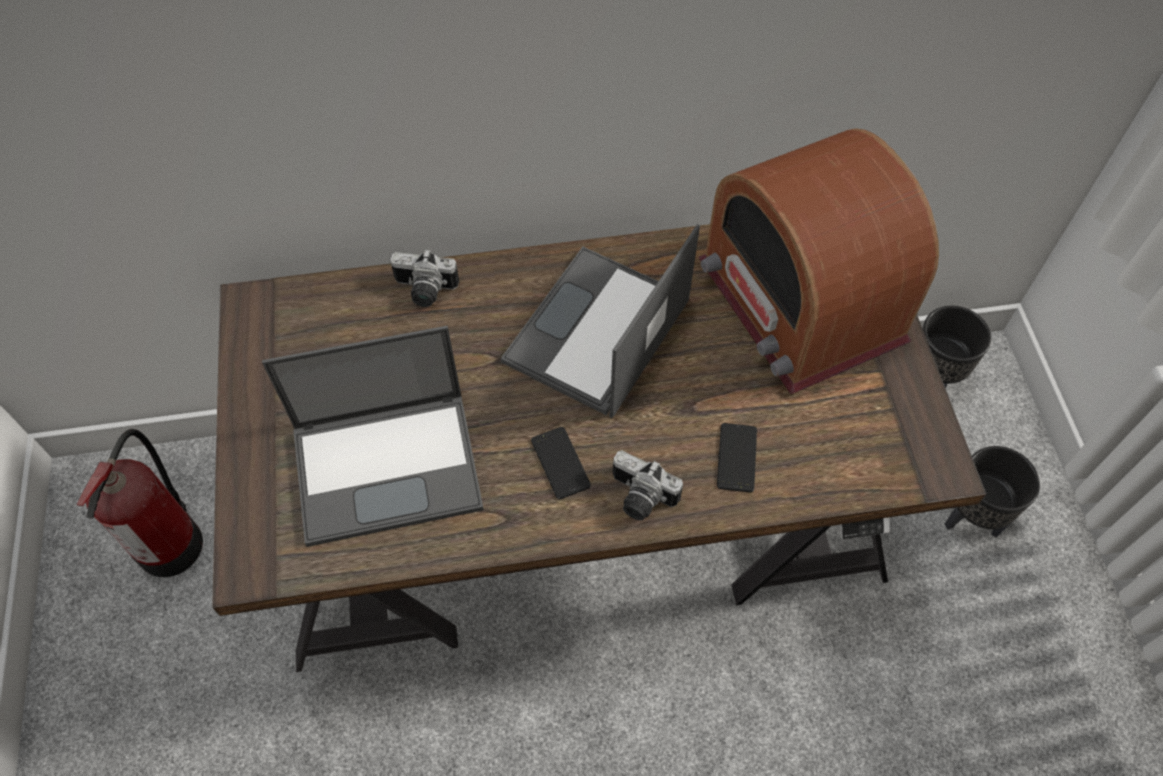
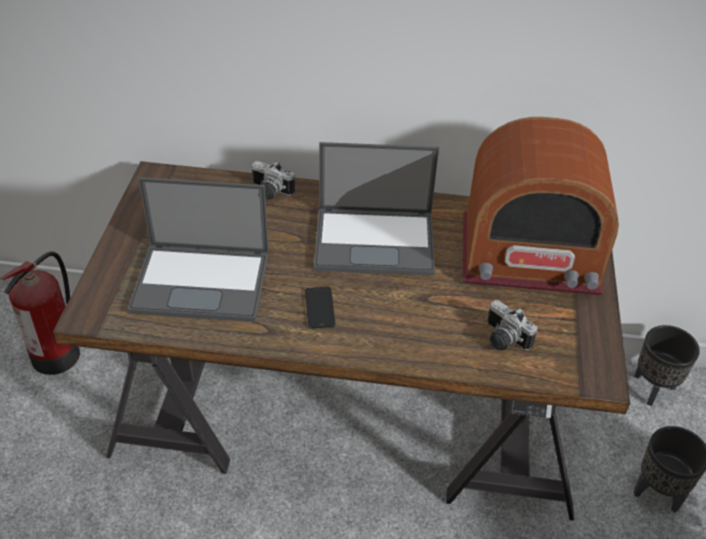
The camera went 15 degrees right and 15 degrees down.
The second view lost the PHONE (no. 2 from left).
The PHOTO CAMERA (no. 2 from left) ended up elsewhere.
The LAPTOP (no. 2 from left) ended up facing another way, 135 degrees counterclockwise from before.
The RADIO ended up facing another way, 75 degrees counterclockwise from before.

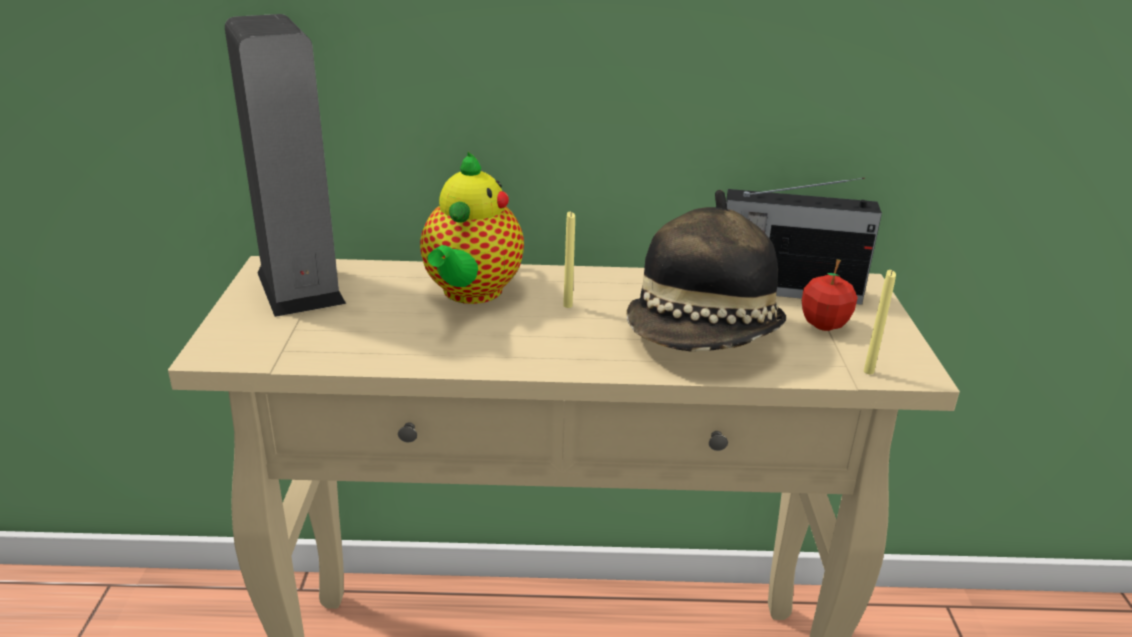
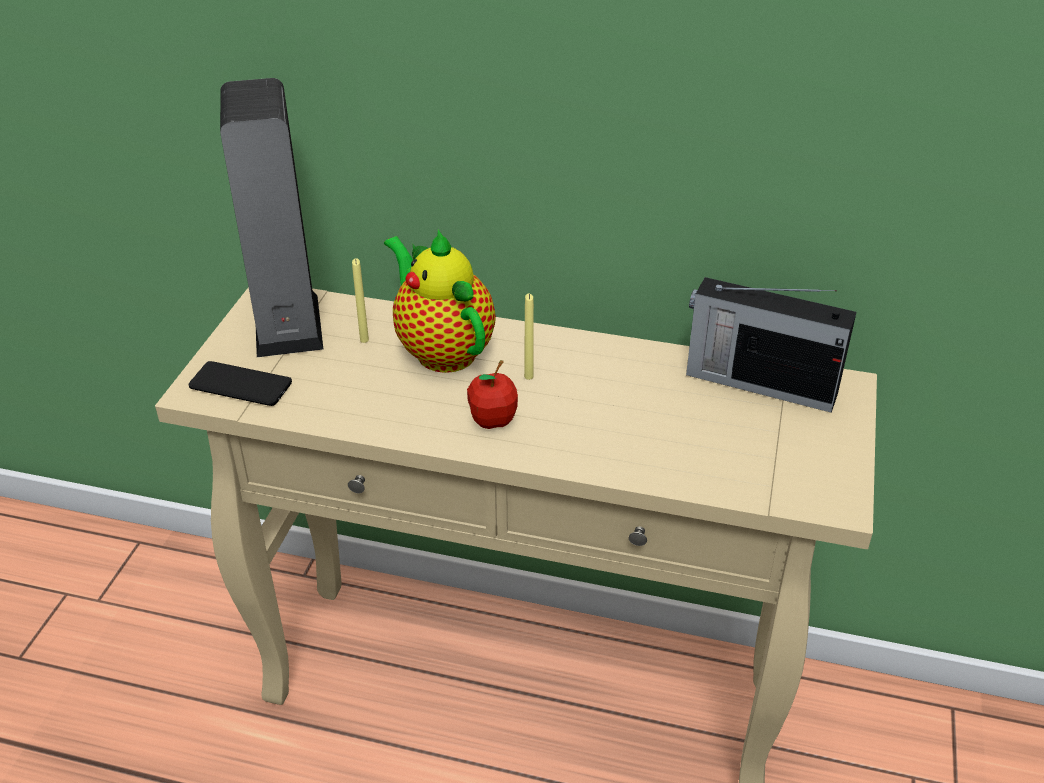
The camera went 15 degrees right and 10 degrees up.
The second view lost the HAT.
The second view gained the PHONE.
The APPLE ended up elsewhere.
The YELLOW CANDLE (no. 2 from left in the first image) ended up elsewhere.
The TEAPOT ended up facing another way, 120 degrees clockwise from before.

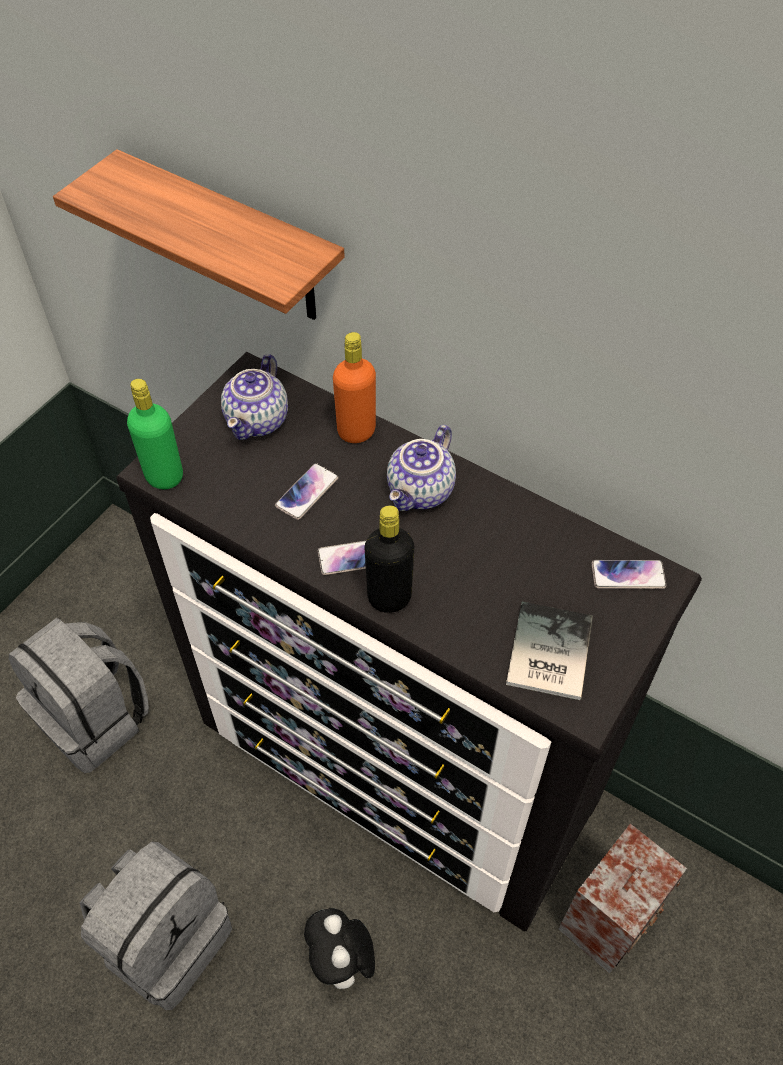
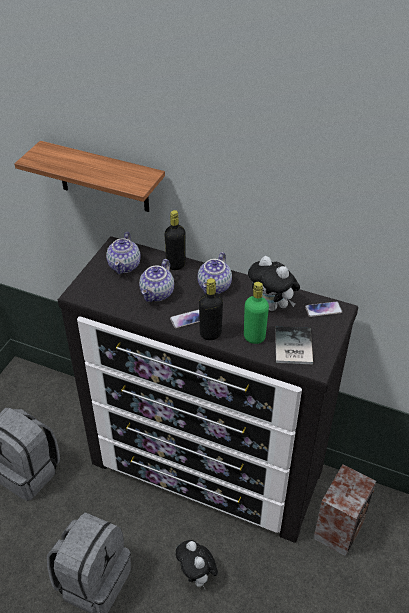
The camera went 10 degrees left and 10 degrees down.
The second view gained the PLUSH TOY (no. 2 from left).
The GREEN BOTTLE ended up elsewhere.
Where the PHONE (no. 1 from left) stood, the TEAPOT (no. 2 from left) came to stand.
What was the ORANGE BOTTLE turned into the BLACK BOTTLE (no. 1 from left).

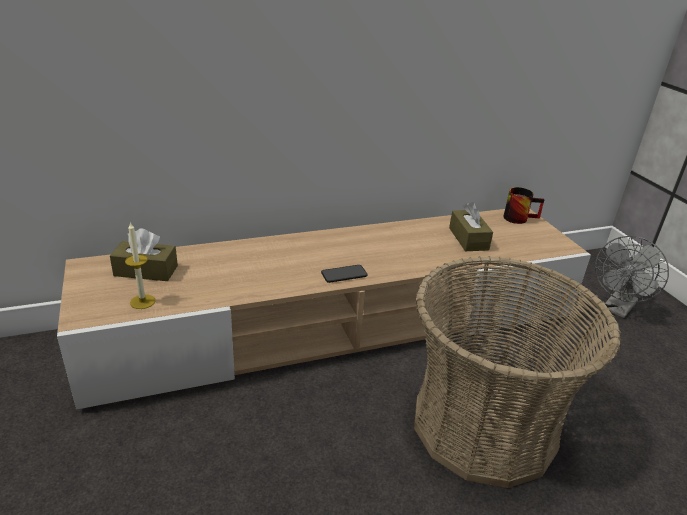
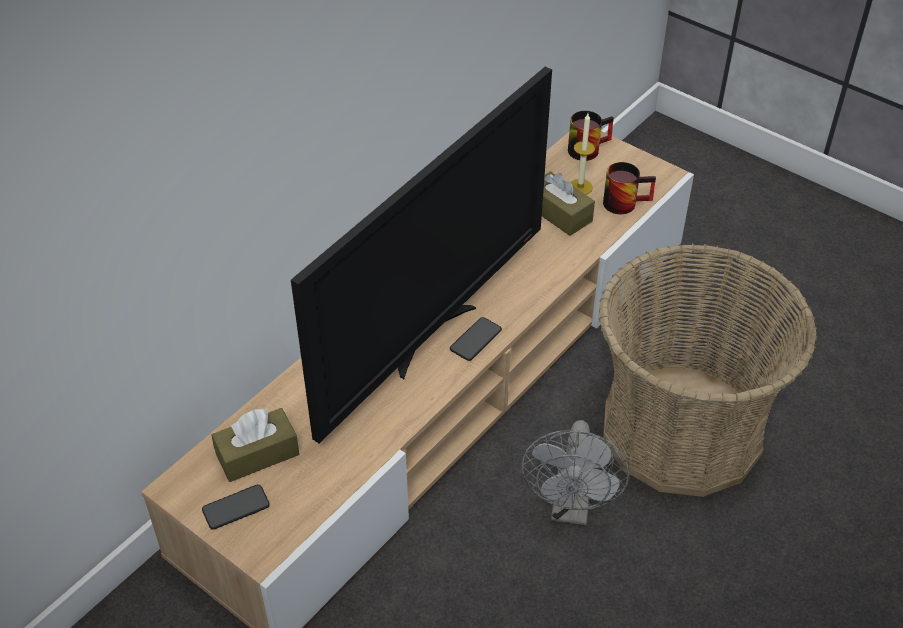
The camera went 30 degrees left and 15 degrees up.
The second view gained the PHONE (no. 1 from left).
The second view gained the TELEVISION.
The second view gained the MUG (no. 2 from left).
The CANDLE ended up elsewhere.
The GREY FAN ended up elsewhere.

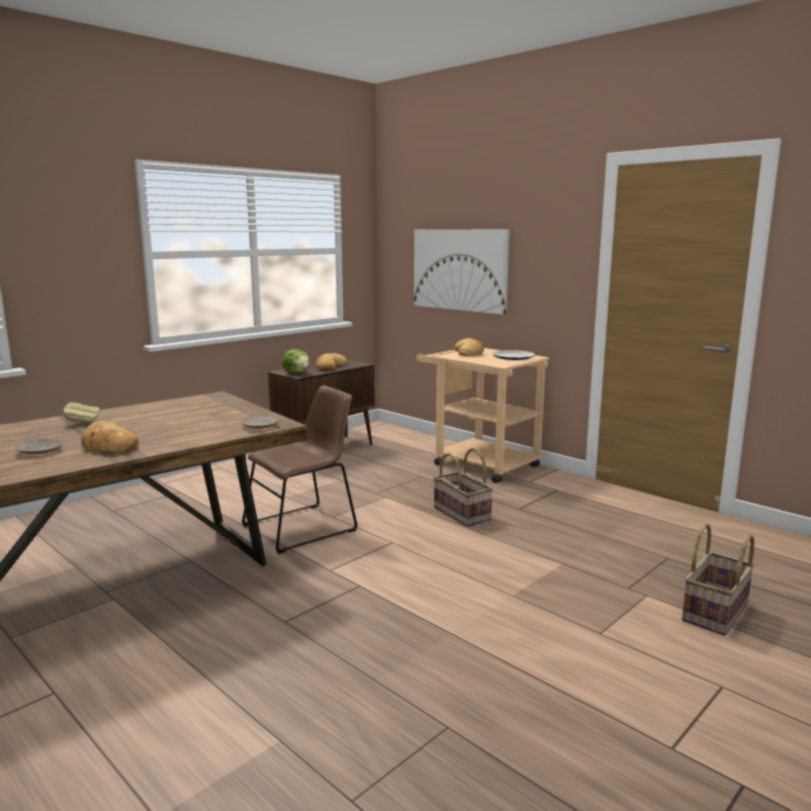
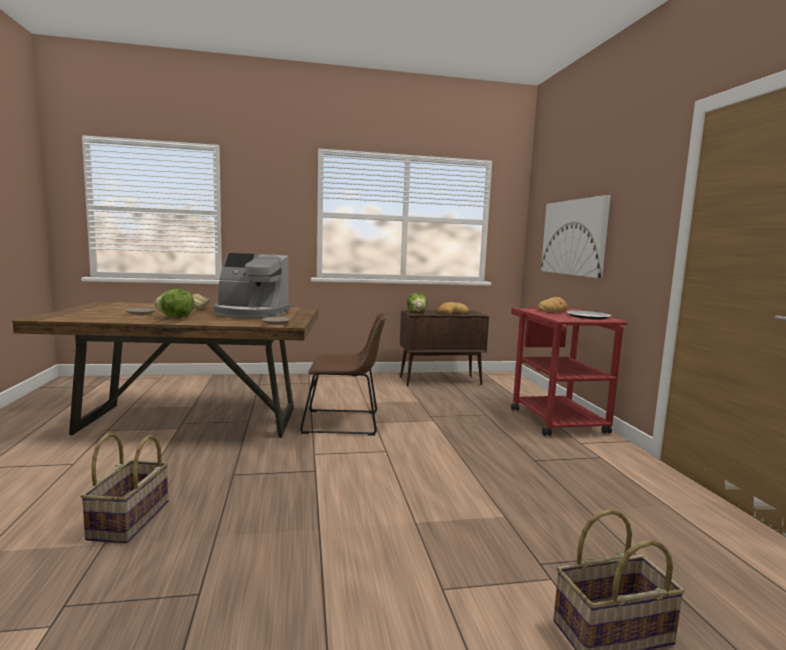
The camera went 35 degrees right and 5 degrees down.
The second view gained the COFFEE MACHINE.
The BASKET (no. 1 from left) ended up elsewhere.
Where the BREAD (no. 2 from left) stood, the LETTUCE (no. 1 from left) came to stand.
What was the BEIGE CART turned into the RED CART.

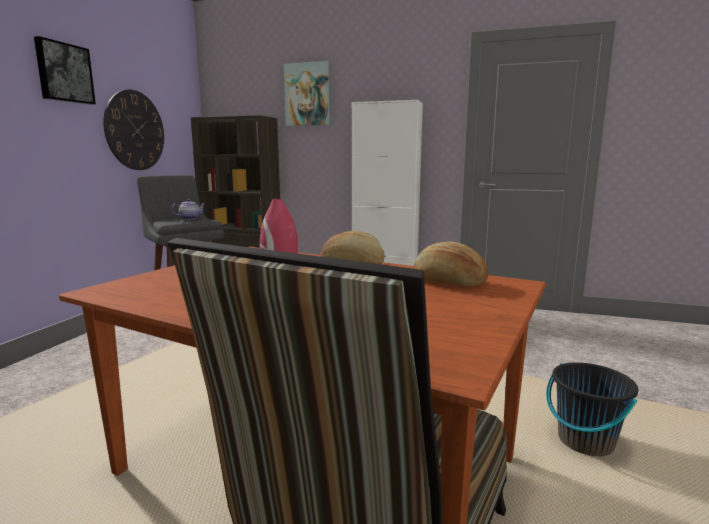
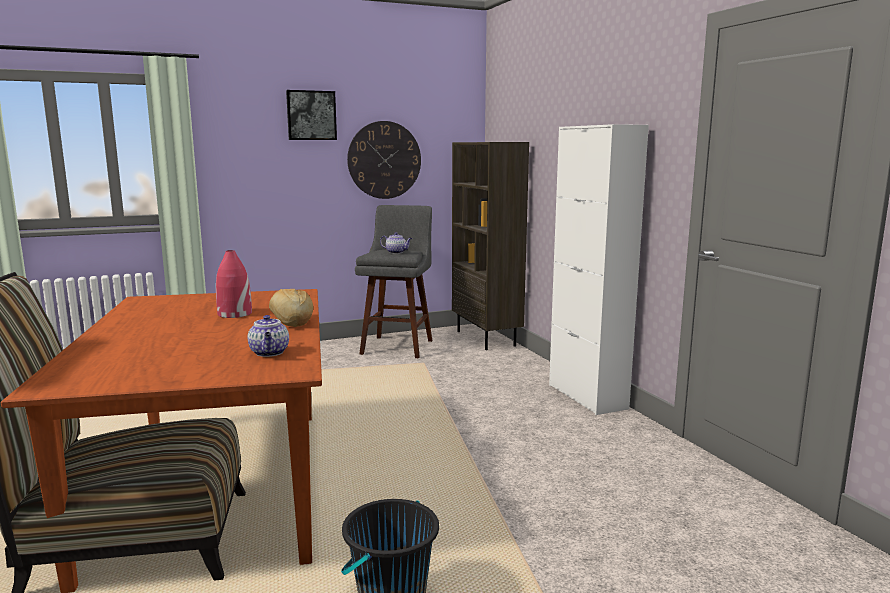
The camera went 50 degrees right and 0 degrees up.
The second view lost the PICTURE (no. 2 from left).
Where the BREAD (no. 2 from left) stood, the TEAPOT (no. 1 from left) came to stand.

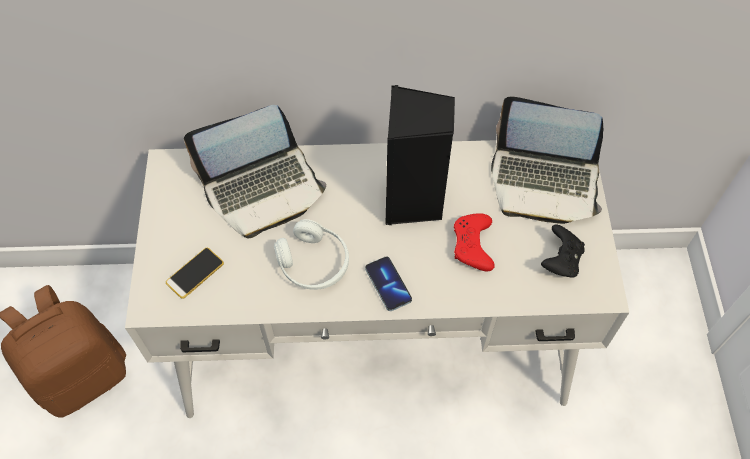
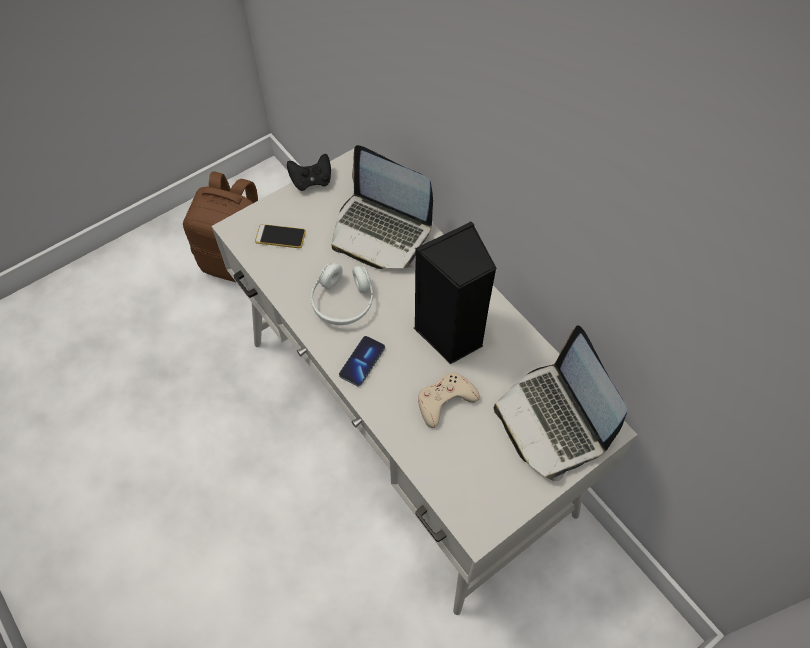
The camera went 55 degrees right and 0 degrees up.
The BLACK GAME CONTROLLER ended up elsewhere.
What was the RED GAME CONTROLLER turned into the BEIGE GAME CONTROLLER.

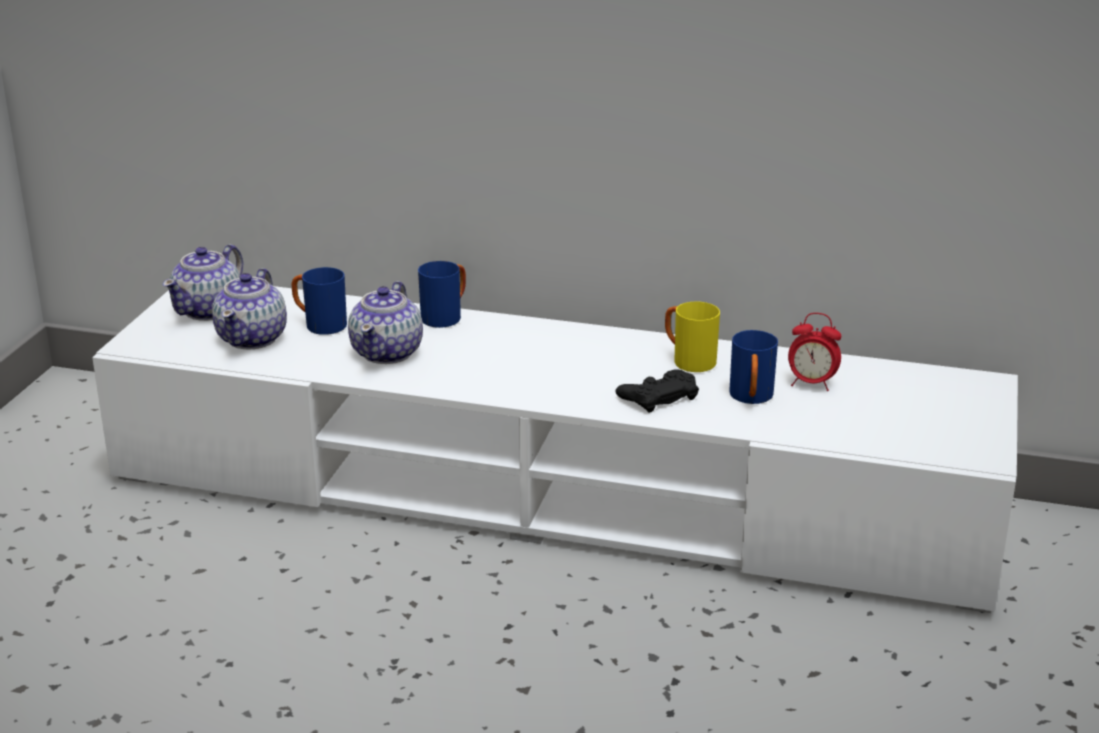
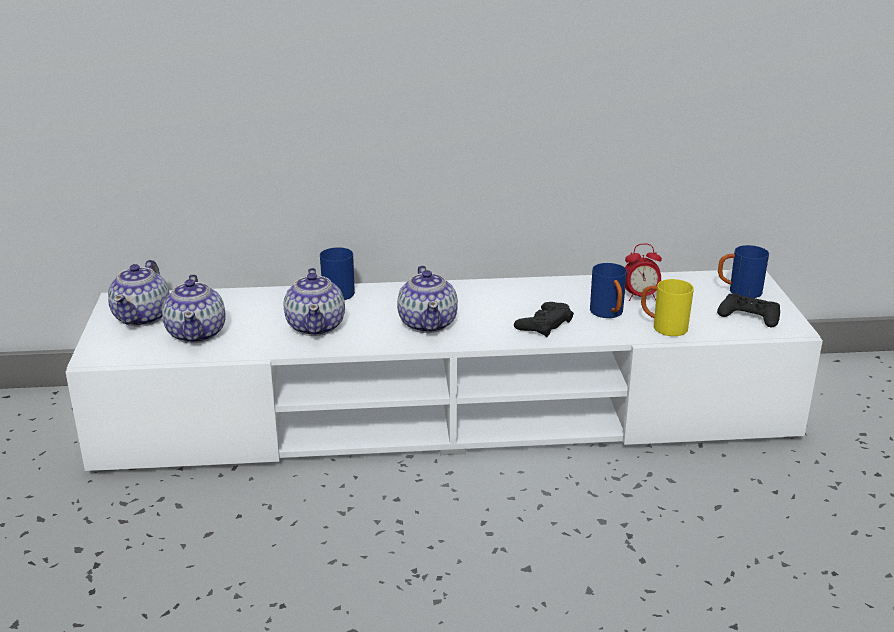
The camera went 20 degrees left and 0 degrees up.
The second view gained the TEAPOT (no. 4 from left).
The second view gained the BLACK GAME CONTROLLER (no. 2 from left).
The BLUE MUG (no. 1 from left in the first image) ended up elsewhere.
The YELLOW MUG ended up elsewhere.

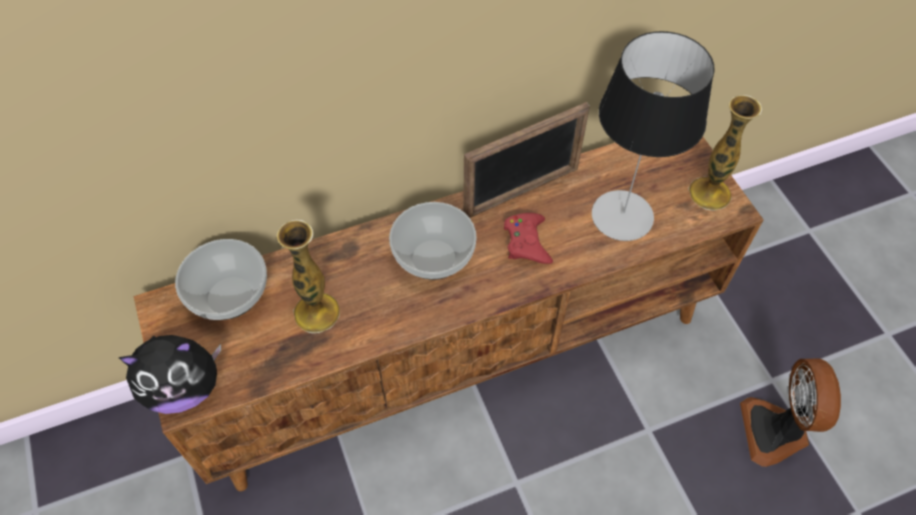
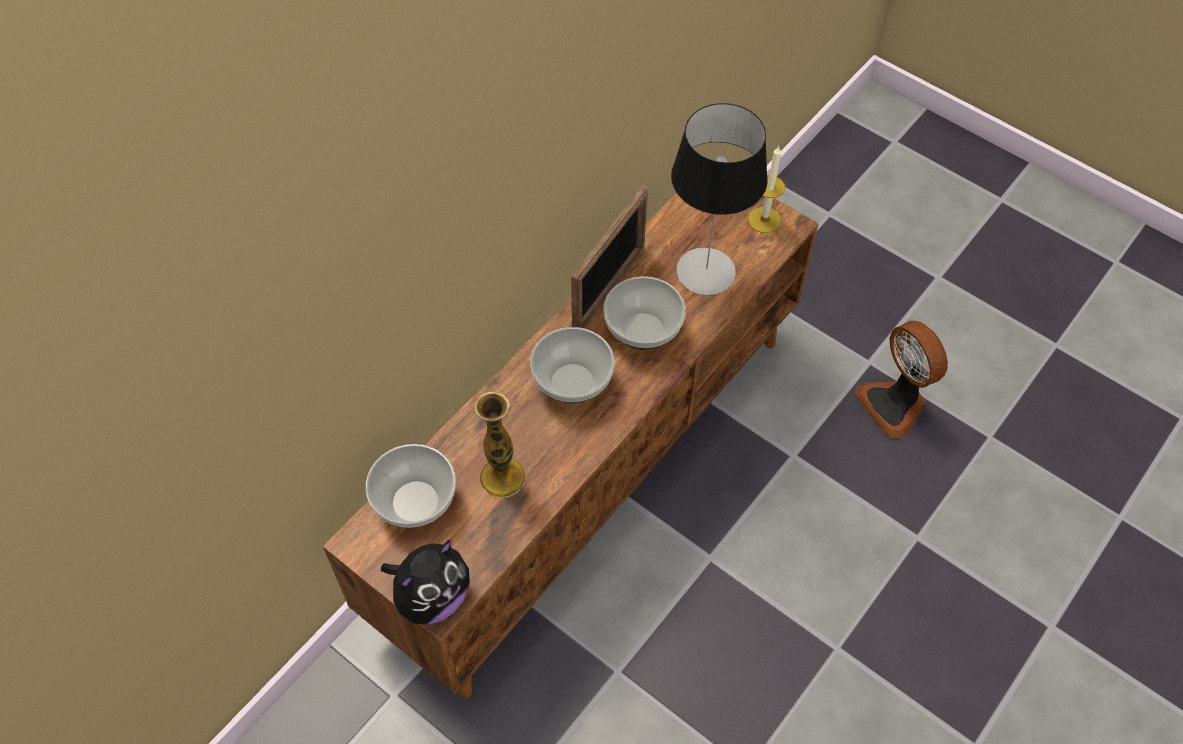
The camera went 30 degrees left and 0 degrees up.
Where the RED GAME CONTROLLER stood, the BOWL (no. 3 from left) came to stand.
Where the VASE (no. 2 from left) stood, the CANDLE came to stand.

